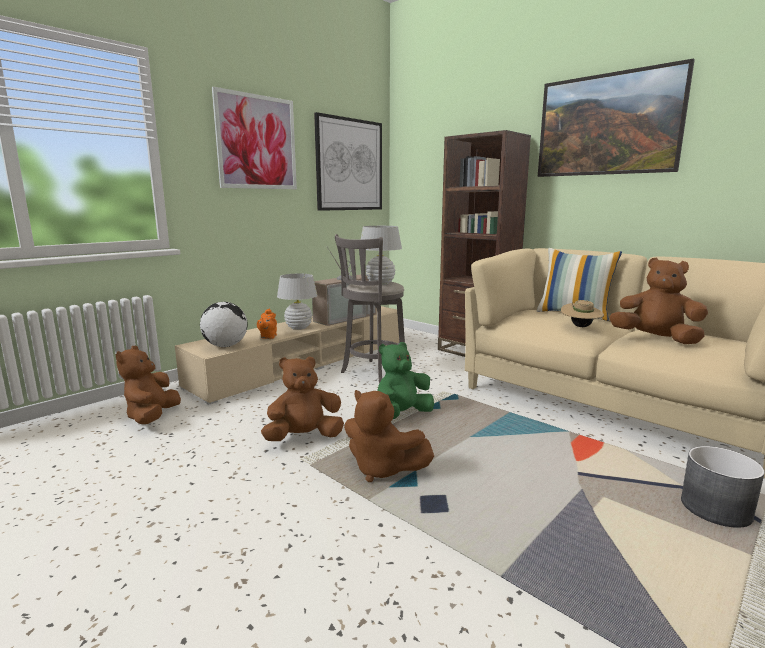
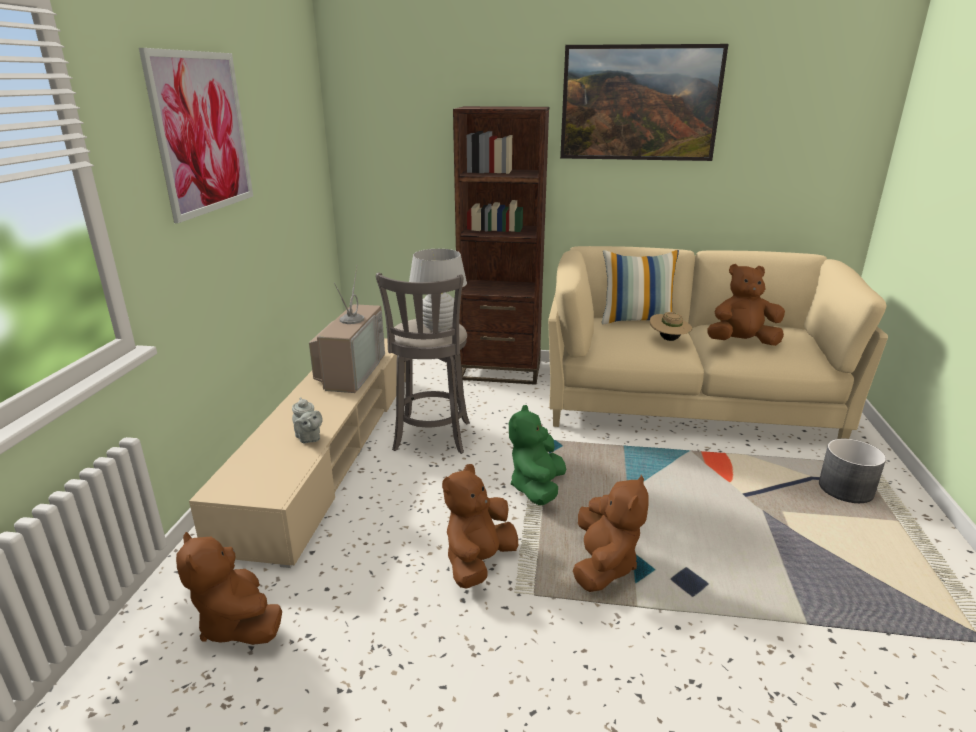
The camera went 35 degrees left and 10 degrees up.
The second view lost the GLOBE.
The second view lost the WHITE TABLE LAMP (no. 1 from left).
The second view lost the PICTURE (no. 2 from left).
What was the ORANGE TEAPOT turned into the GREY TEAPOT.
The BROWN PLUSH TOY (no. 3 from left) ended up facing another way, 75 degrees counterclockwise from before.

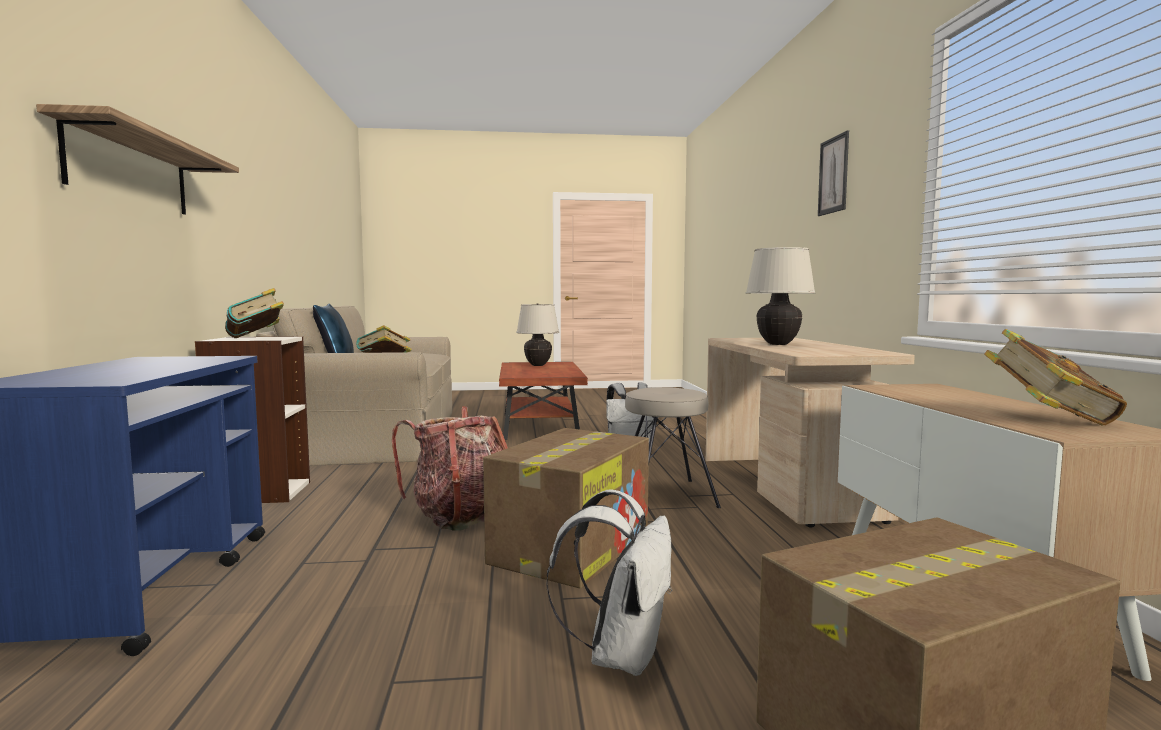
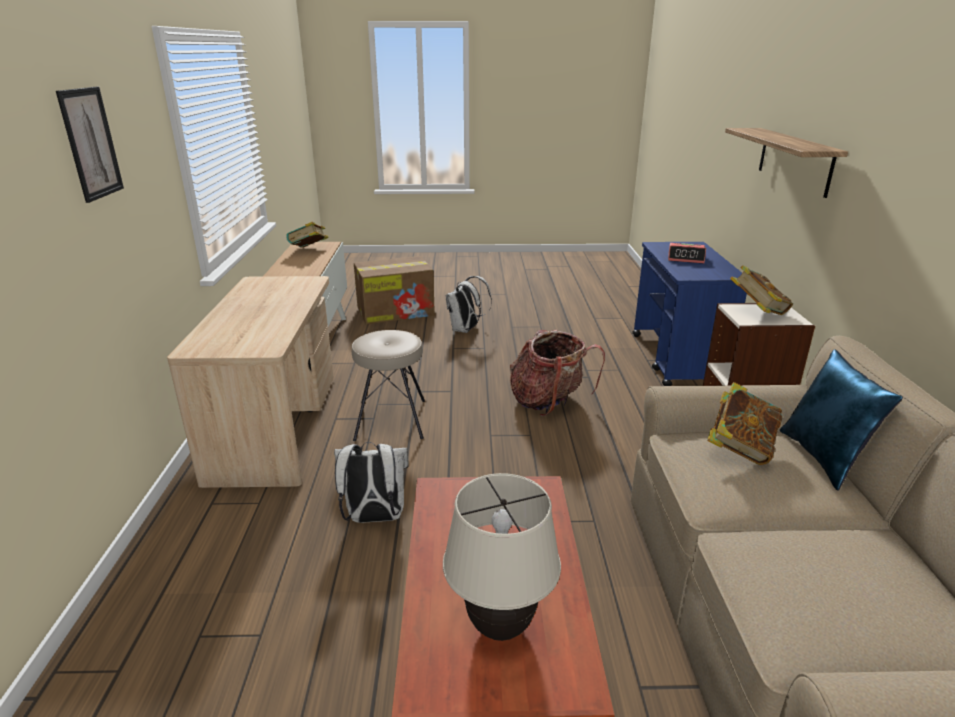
The camera went 175 degrees left and 20 degrees up.
The second view lost the CARDBOARD BOX (no. 1 from left).
The second view lost the BEIGE TABLE LAMP (no. 2 from left).
The second view gained the ALARM CLOCK.

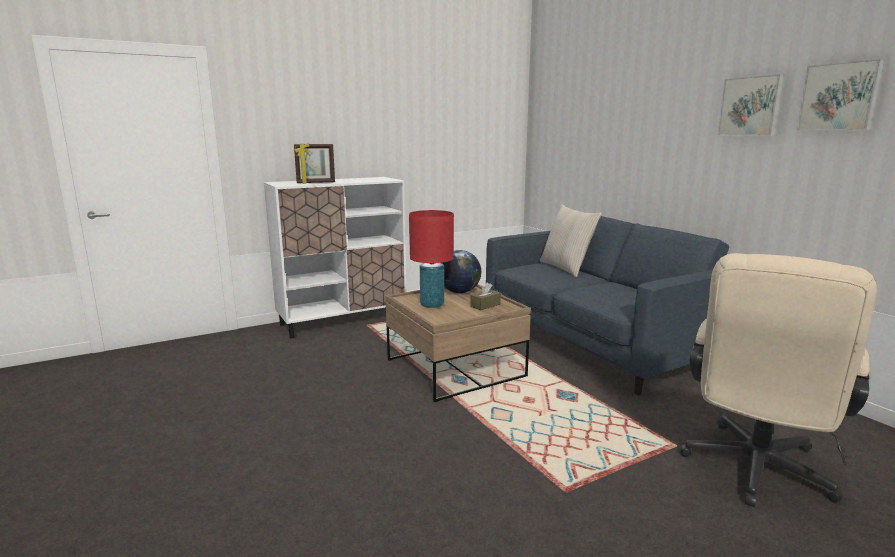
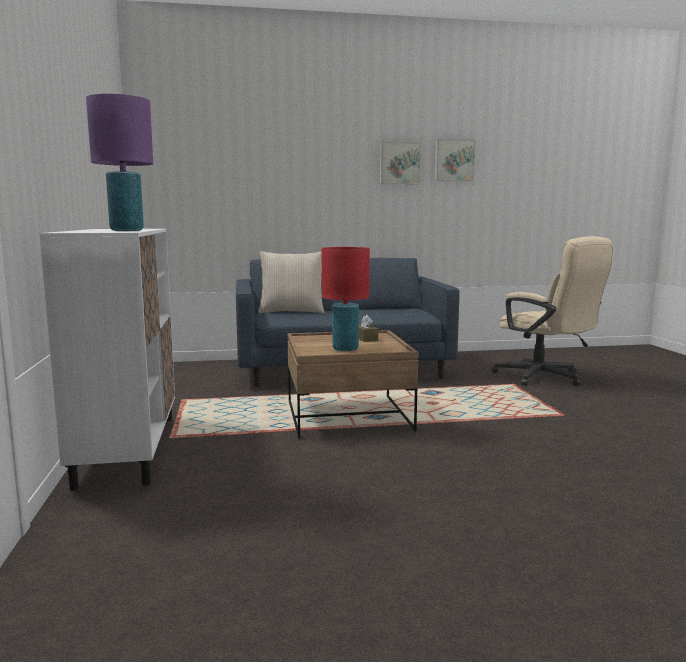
The camera went 70 degrees left and 5 degrees down.
The second view lost the GLOBE.
Where the PICTURE FRAME stood, the PURPLE TABLE LAMP came to stand.

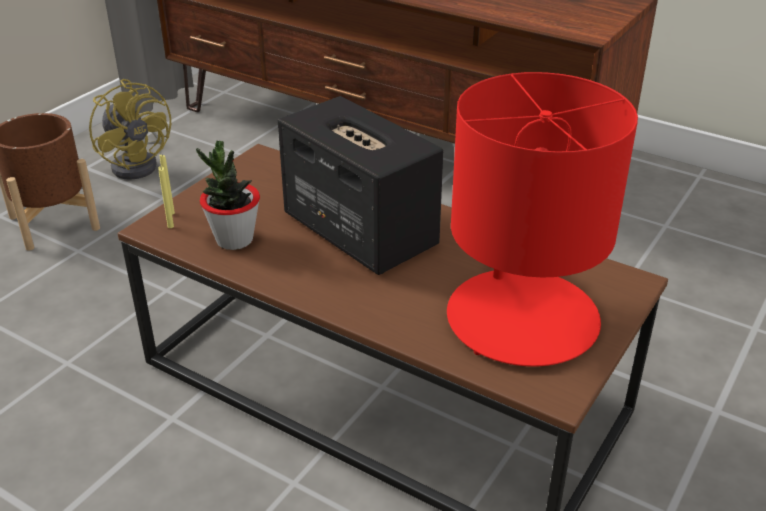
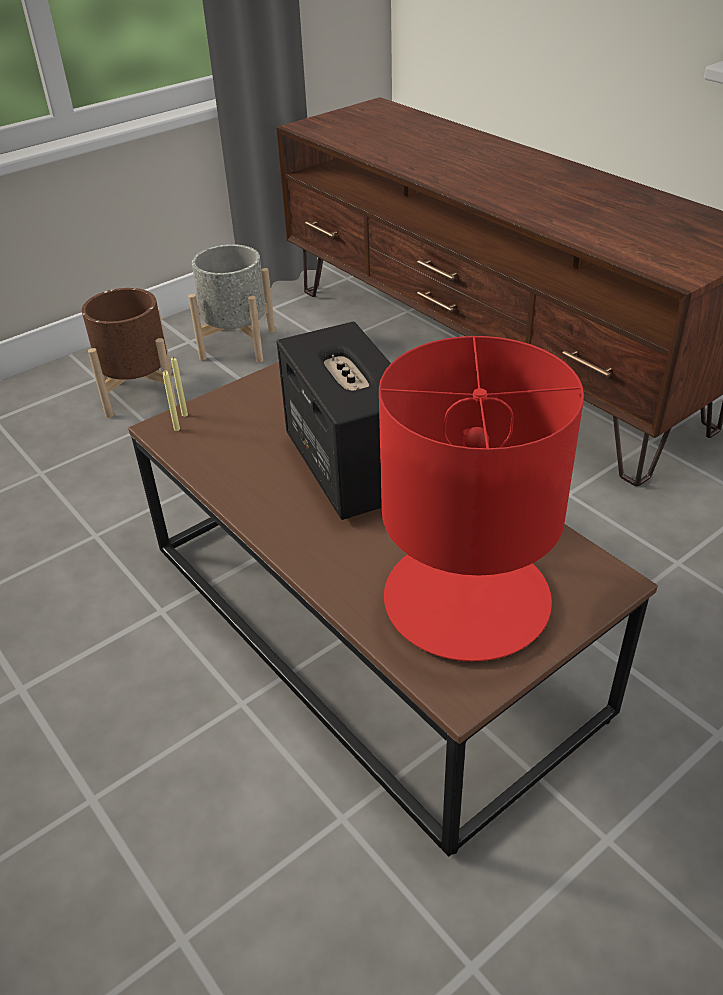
The camera went 20 degrees right and 5 degrees up.
The second view lost the POTTED PLANT.
Where the YELLOW FAN stood, the GREY PLANTER came to stand.

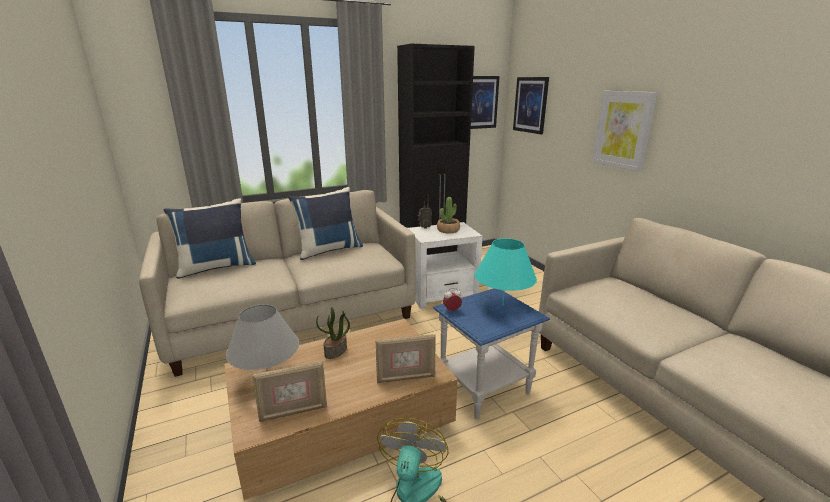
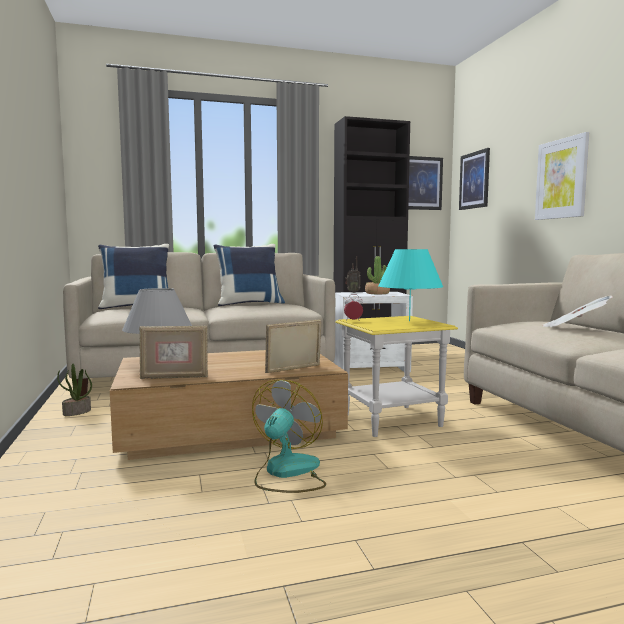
The camera went 10 degrees right and 15 degrees down.
The second view gained the NEWSPAPER.
The POTTED PLANT (no. 1 from left) ended up elsewhere.
What was the BLUE SIDE TABLE turned into the YELLOW SIDE TABLE.
The PICTURE FRAME (no. 2 from left) ended up facing another way, 150 degrees clockwise from before.

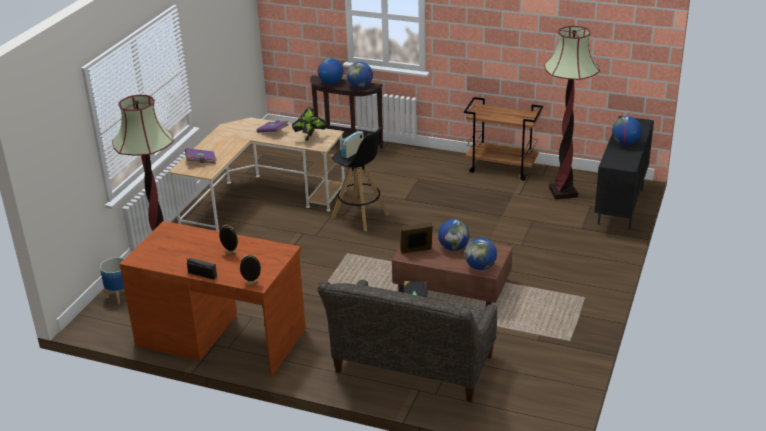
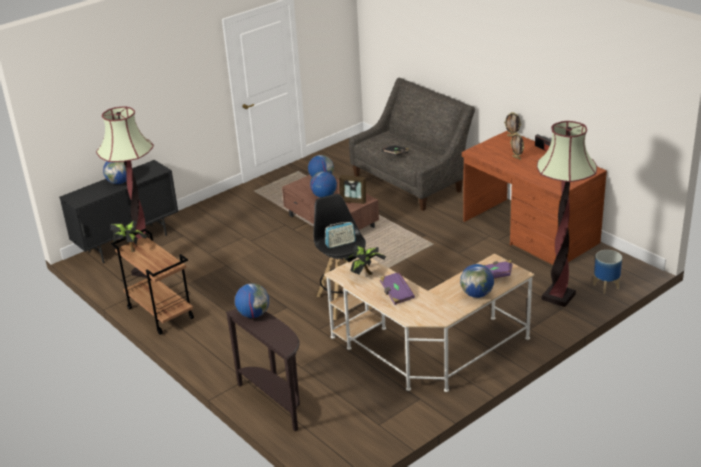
The camera went 150 degrees left and 0 degrees up.
The second view gained the POTTED PLANT (no. 1 from left).
The GLOBE (no. 1 from left in the first image) ended up elsewhere.

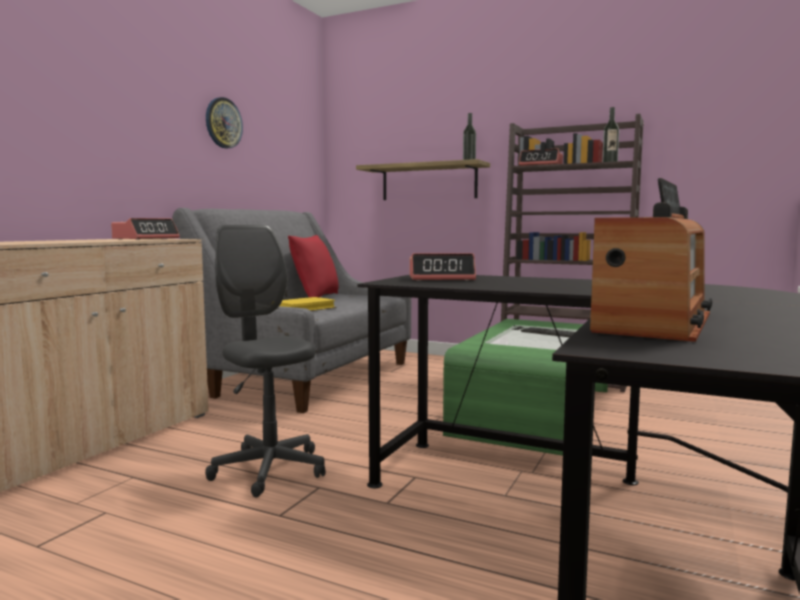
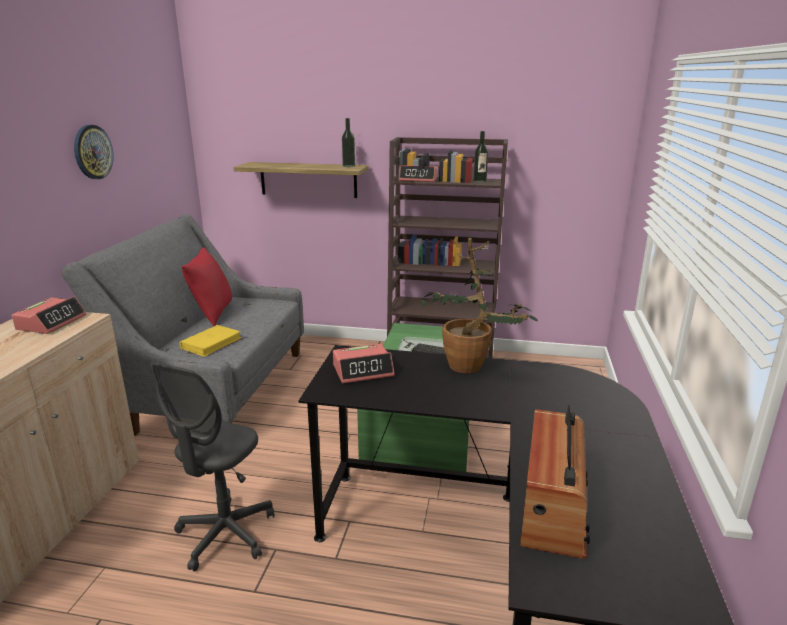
The camera went 15 degrees left and 15 degrees up.
The second view gained the POTTED PLANT.
The GREY OFFICE CHAIR ended up facing another way, 105 degrees counterclockwise from before.

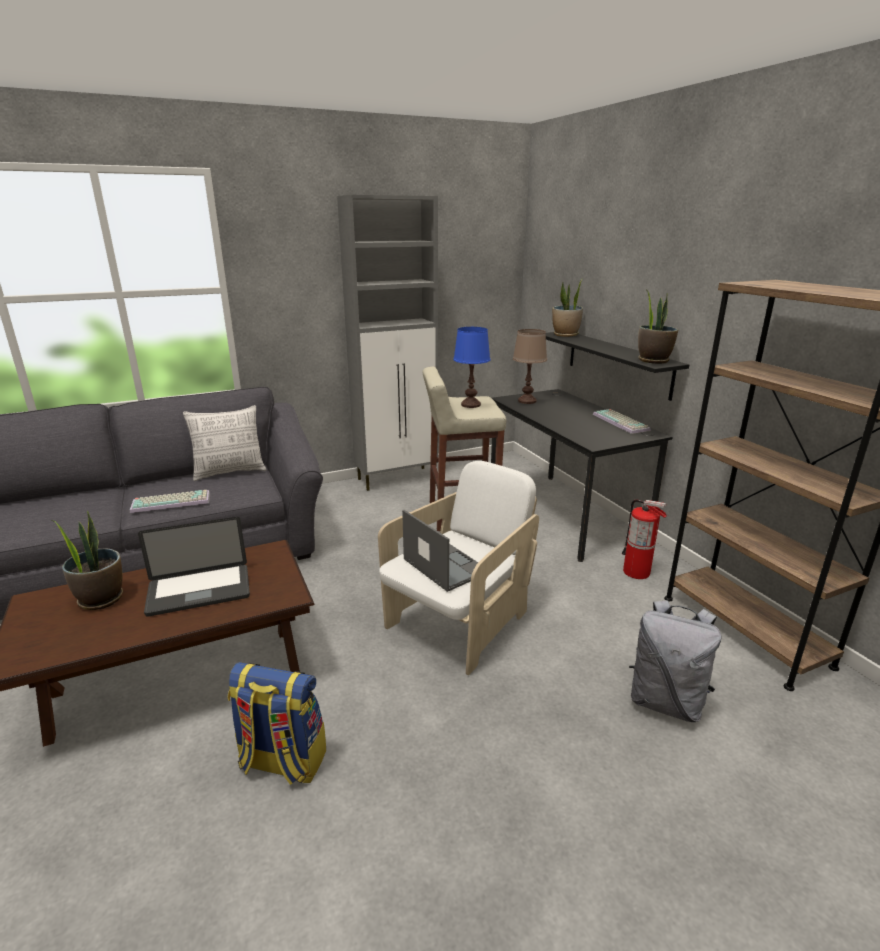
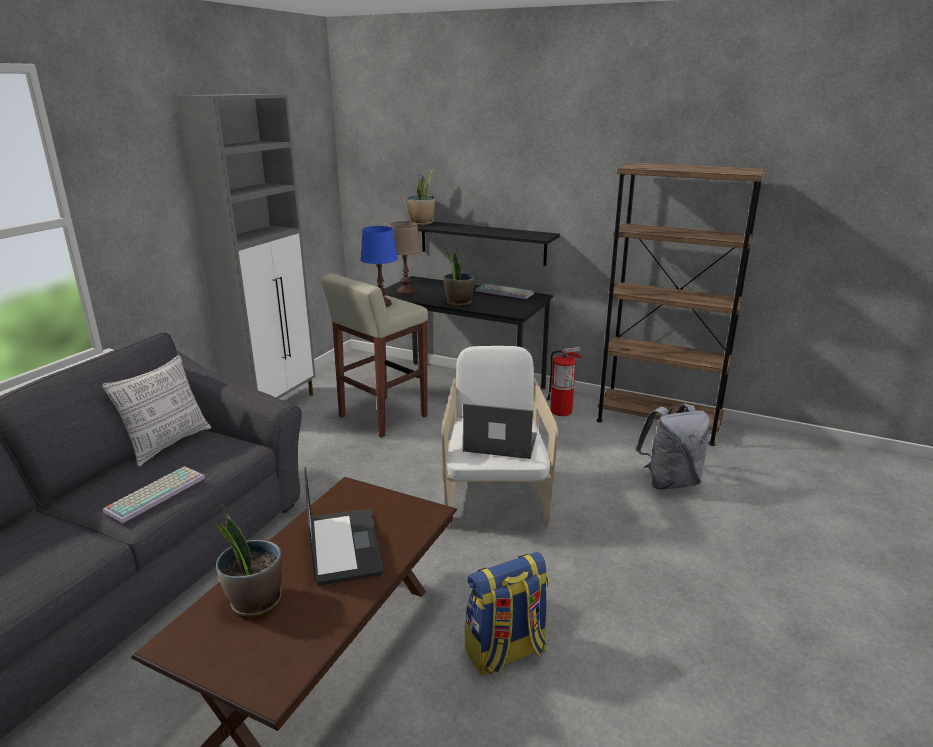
The camera went 40 degrees left and 0 degrees up.
The POTTED PLANT (no. 3 from left) ended up elsewhere.
The LAPTOP (no. 1 from left) ended up facing another way, 45 degrees counterclockwise from before.

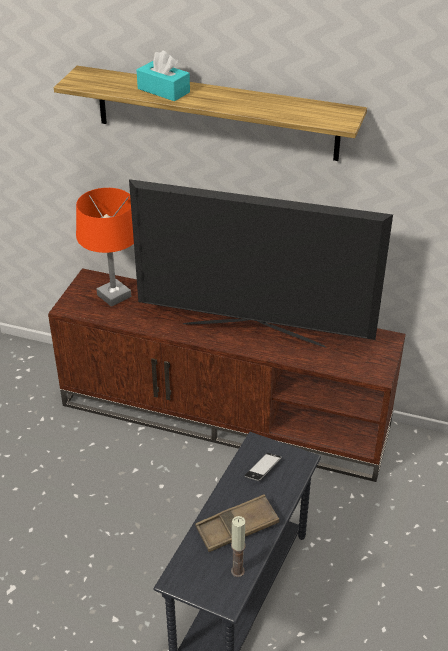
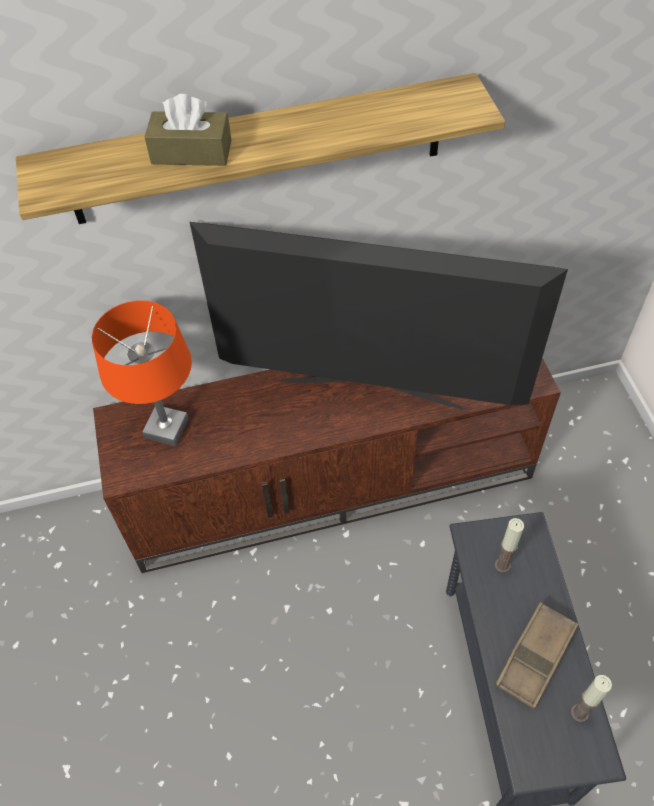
The camera went 30 degrees left and 15 degrees up.
Where the PHONE stood, the CANDLE (no. 1 from left) came to stand.
What was the TURQUOISE TISSUE BOX turned into the BROWN TISSUE BOX.
The TELEVISION ended up facing another way, 150 degrees counterclockwise from before.

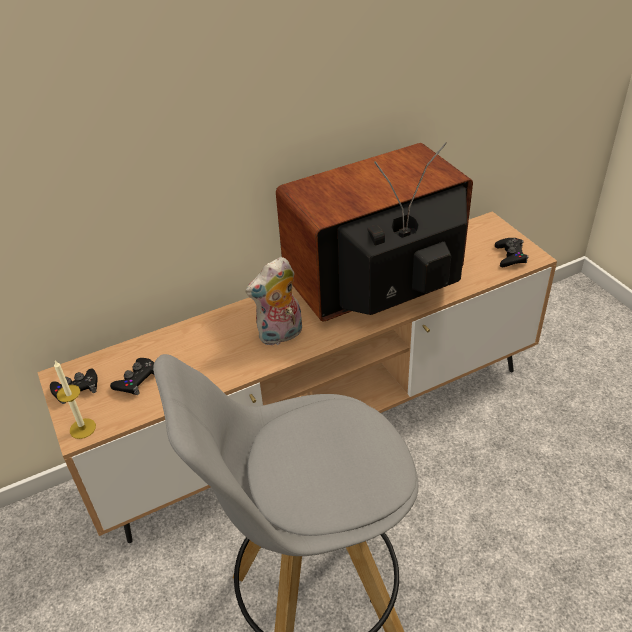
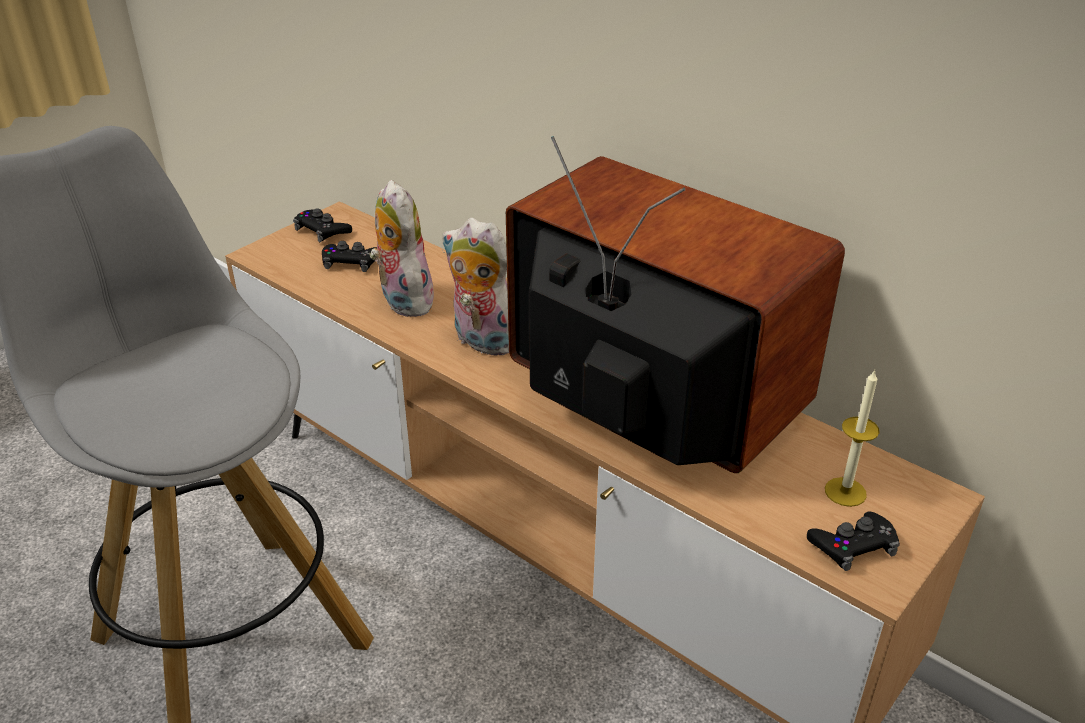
The camera went 65 degrees right and 5 degrees down.
The second view gained the PLUSH TOY (no. 1 from left).
The CANDLE ended up elsewhere.

